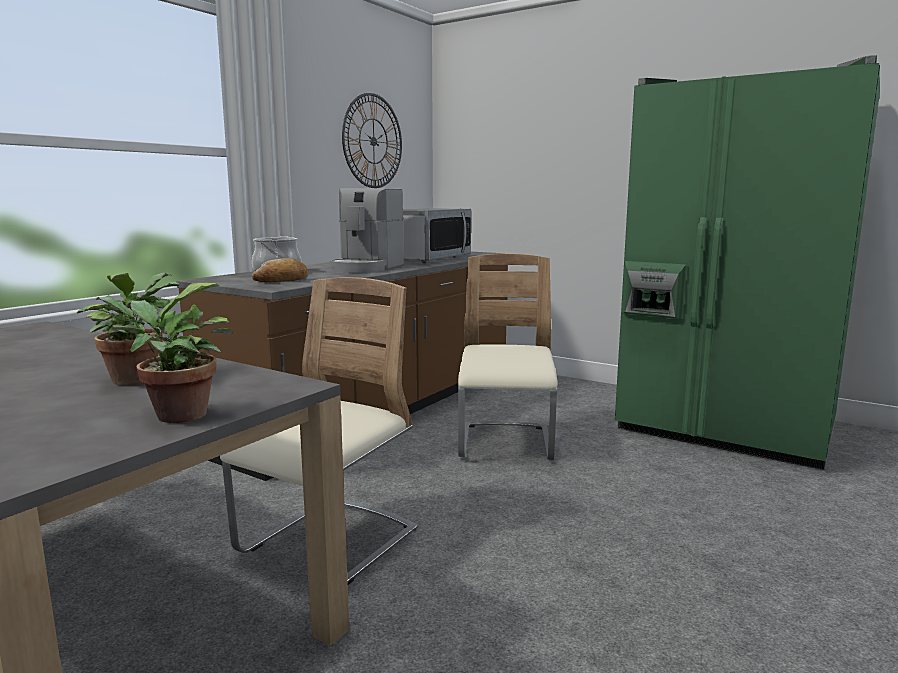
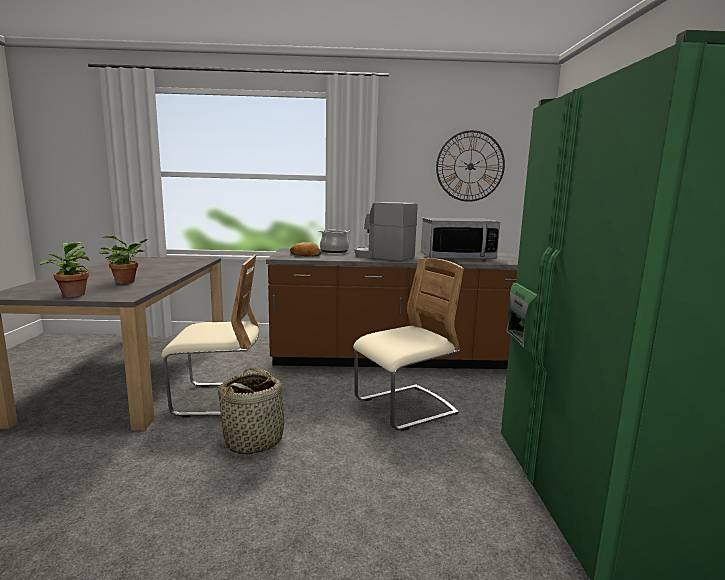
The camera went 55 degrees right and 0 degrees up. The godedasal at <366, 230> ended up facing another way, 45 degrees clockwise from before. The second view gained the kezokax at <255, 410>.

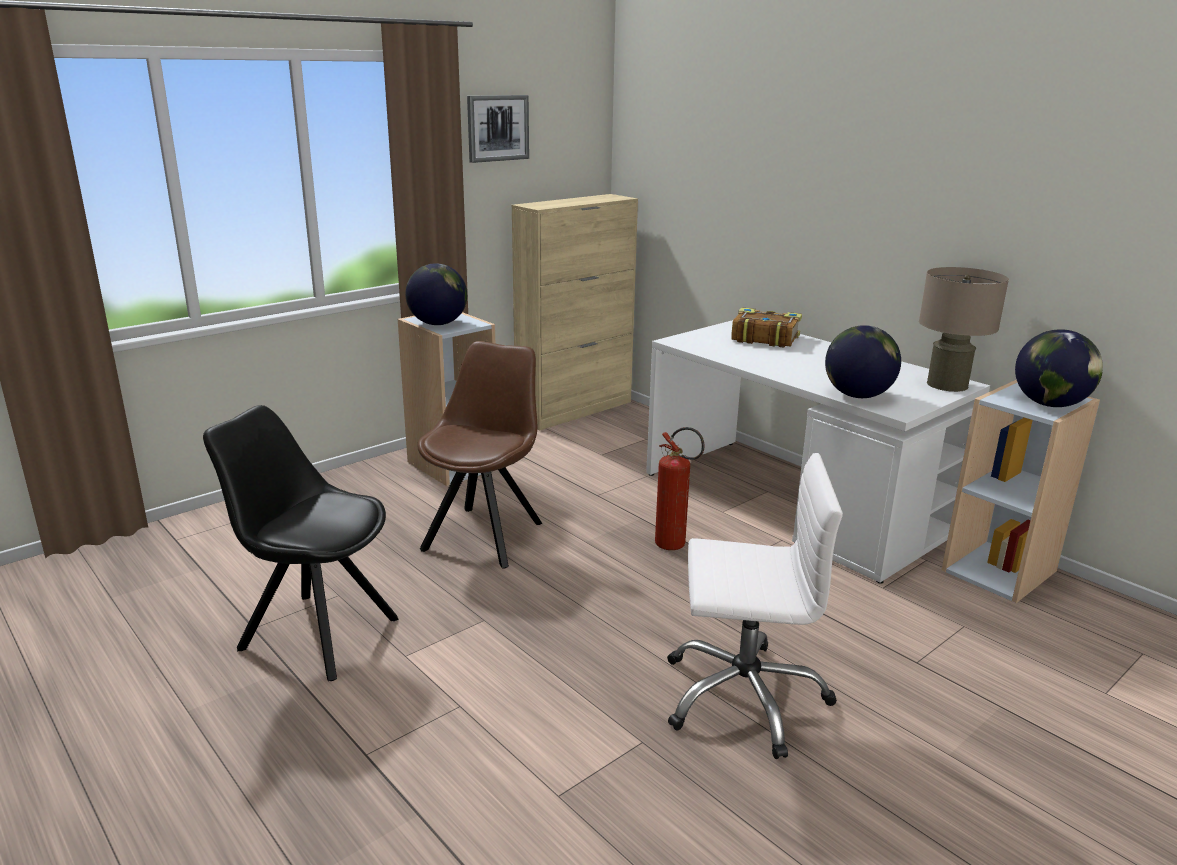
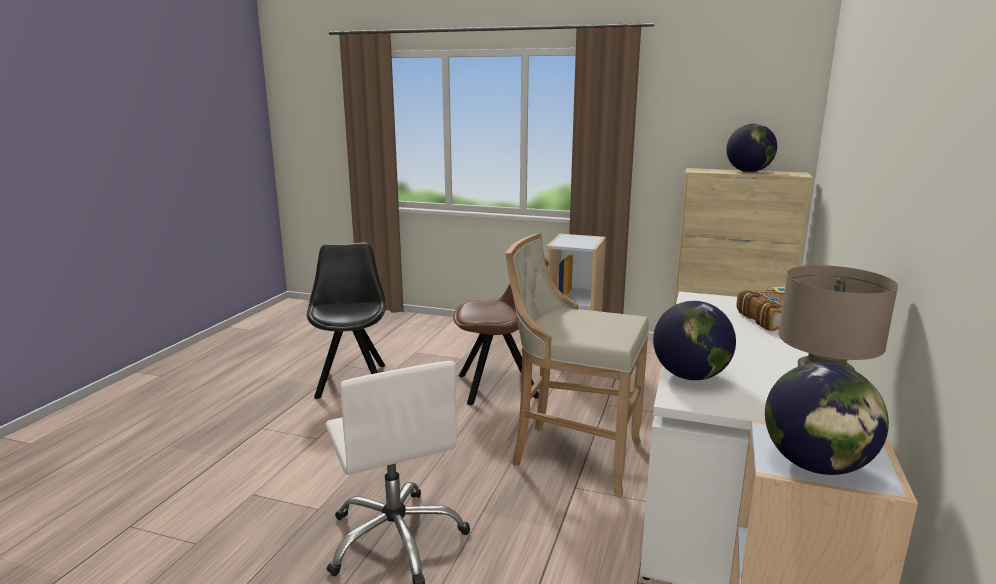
The camera went 60 degrees right and 5 degrees down. The second view lost the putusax at <498, 129>. The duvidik ended up elsewhere, having gone from <436, 294> to <751, 148>. Where the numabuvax stood at <679, 488>, the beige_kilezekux came to stand at <577, 365>.

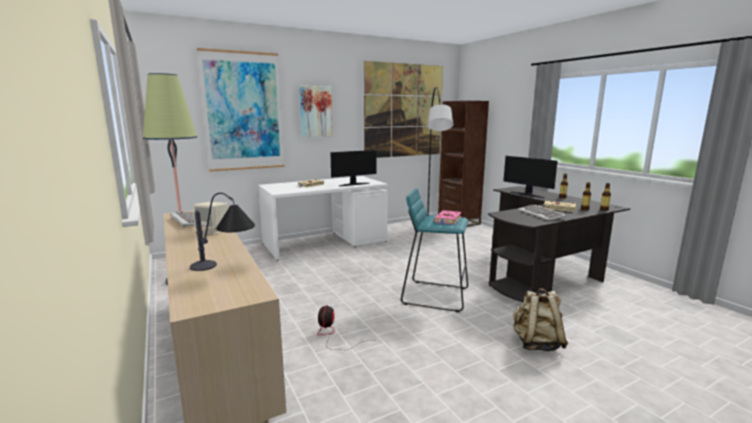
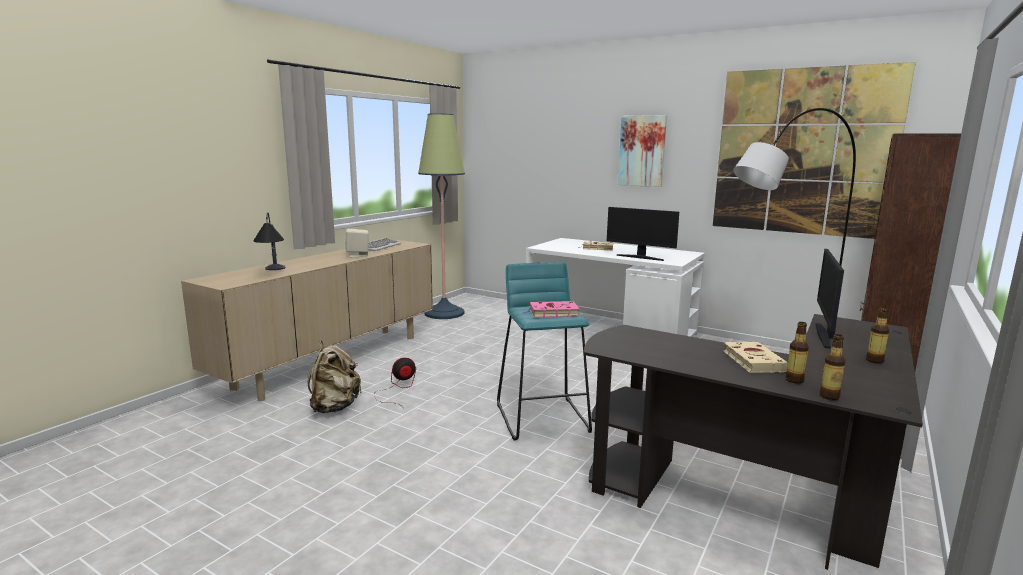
The camera went 60 degrees right and 0 degrees up. The second view lost the putusax at <241, 110>. The second view lost the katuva at <542, 212>. The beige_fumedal ended up elsewhere, having gone from <540, 319> to <334, 377>.

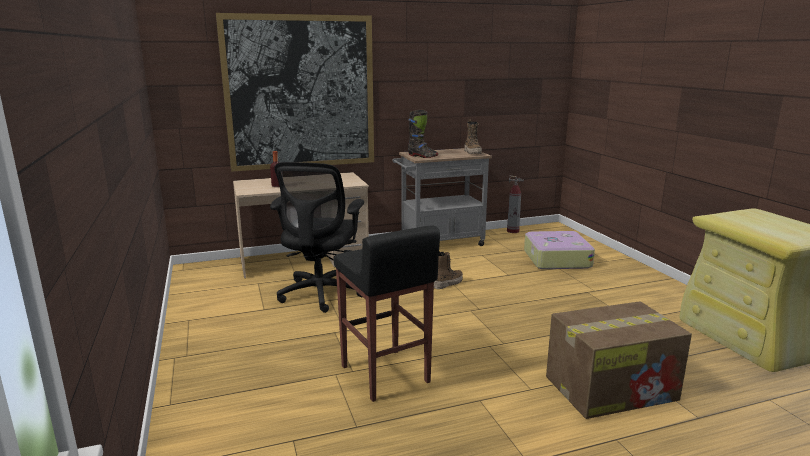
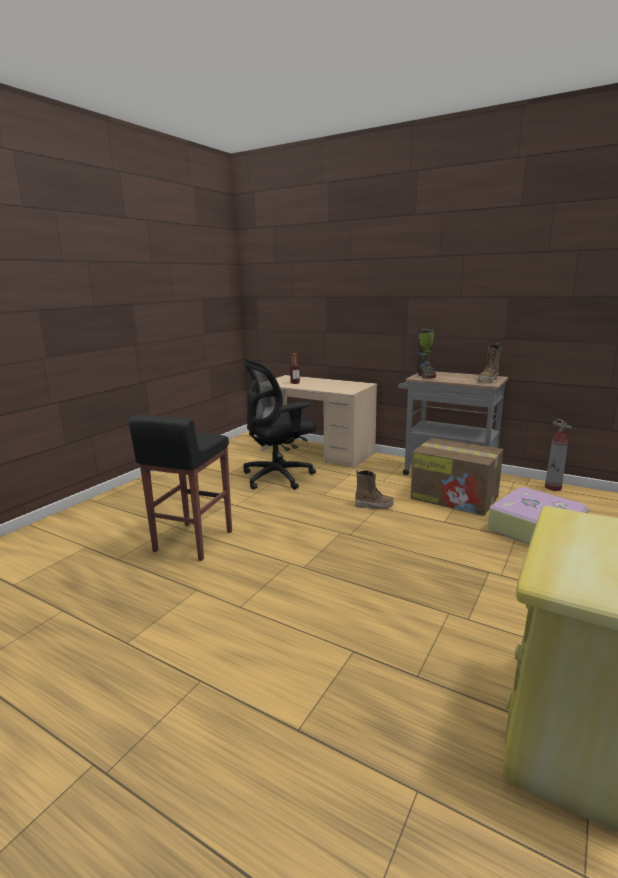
The camera went 50 degrees right and 0 degrees up. The second view lost the putusax at <295, 92>. The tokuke ended up elsewhere, having gone from <619, 360> to <457, 477>.

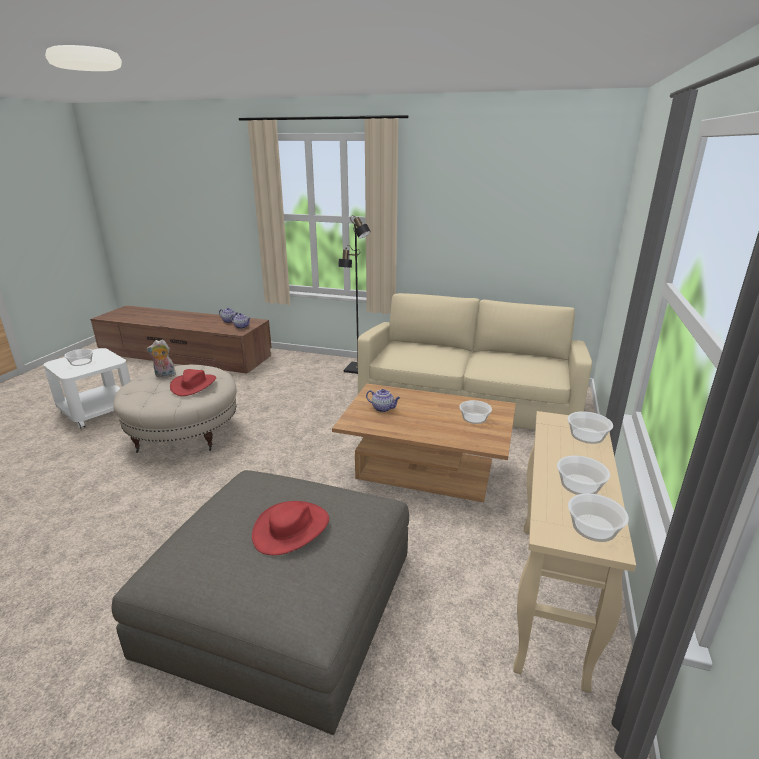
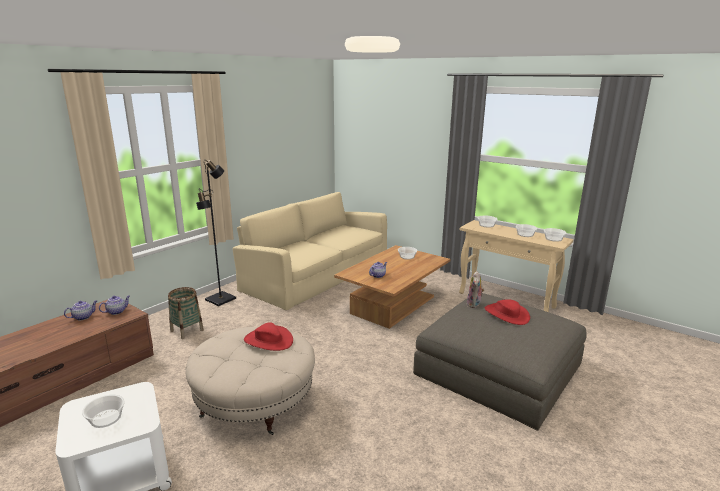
The camera went 70 degrees left and 5 degrees down. The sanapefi ended up elsewhere, having gone from <161, 359> to <475, 289>. The second view gained the kezokax at <186, 313>.

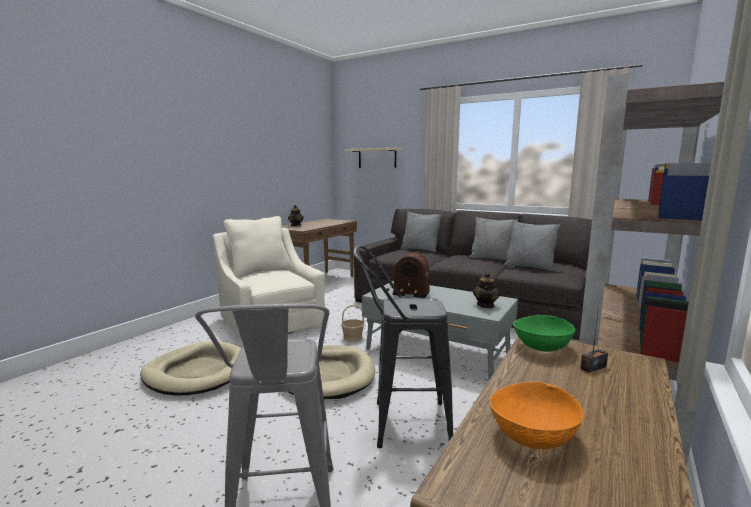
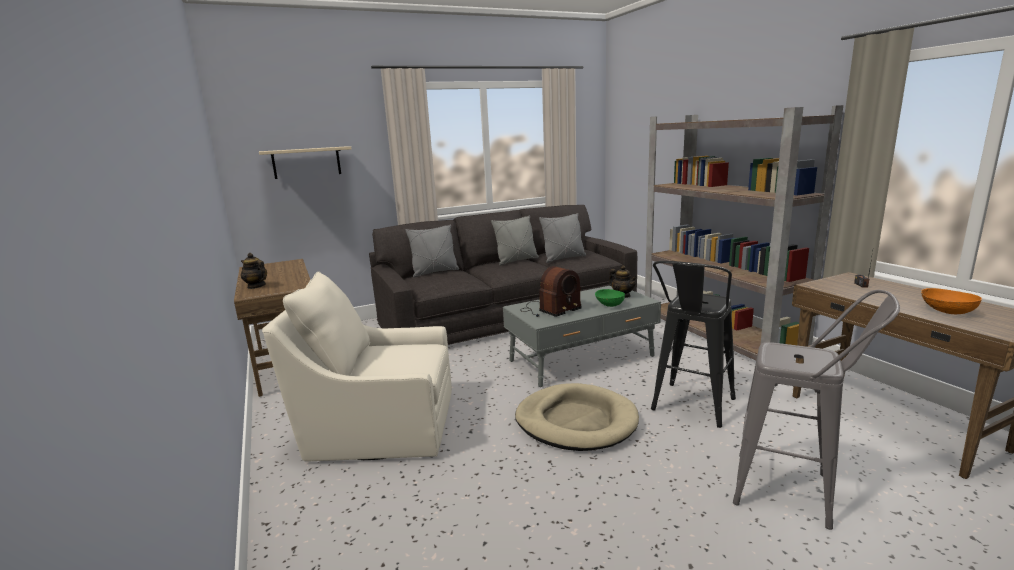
The camera went 55 degrees left and 5 degrees up. The second view lost the kezokax at <353, 323>. The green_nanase ended up elsewhere, having gone from <544, 333> to <610, 298>. The second view lost the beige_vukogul at <190, 368>.

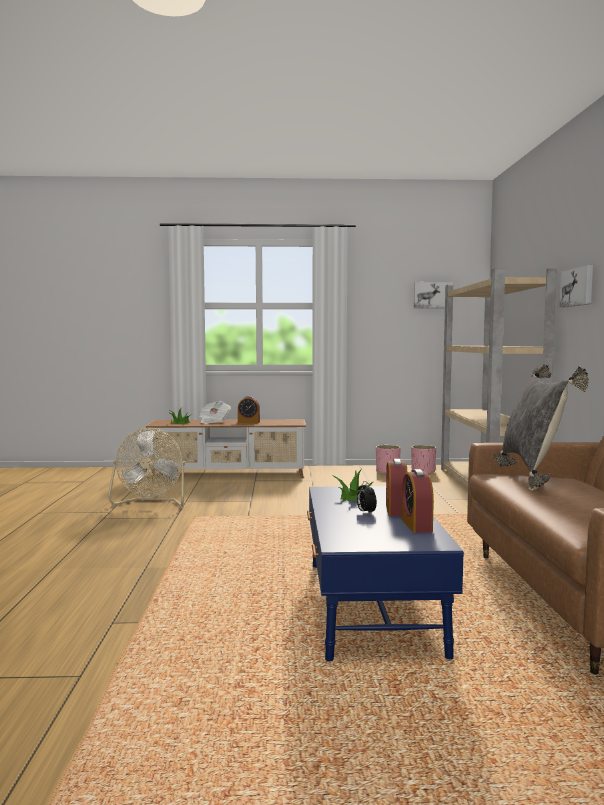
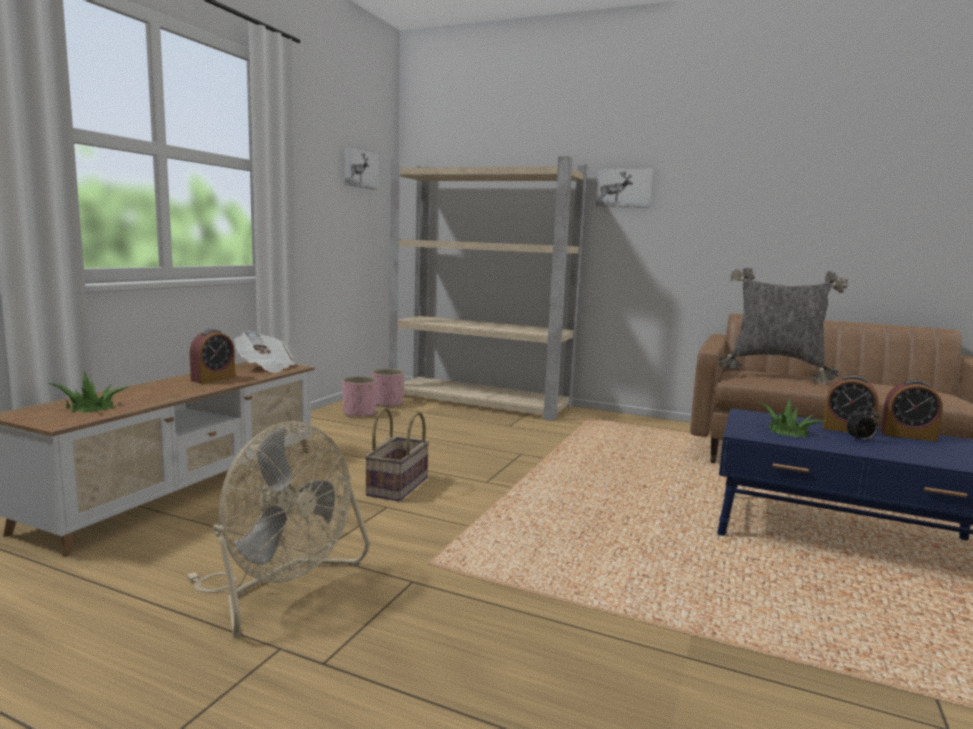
The camera went 65 degrees left and 5 degrees up. The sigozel ended up elsewhere, having gone from <215, 412> to <264, 352>. The second view gained the kezokax at <397, 454>.

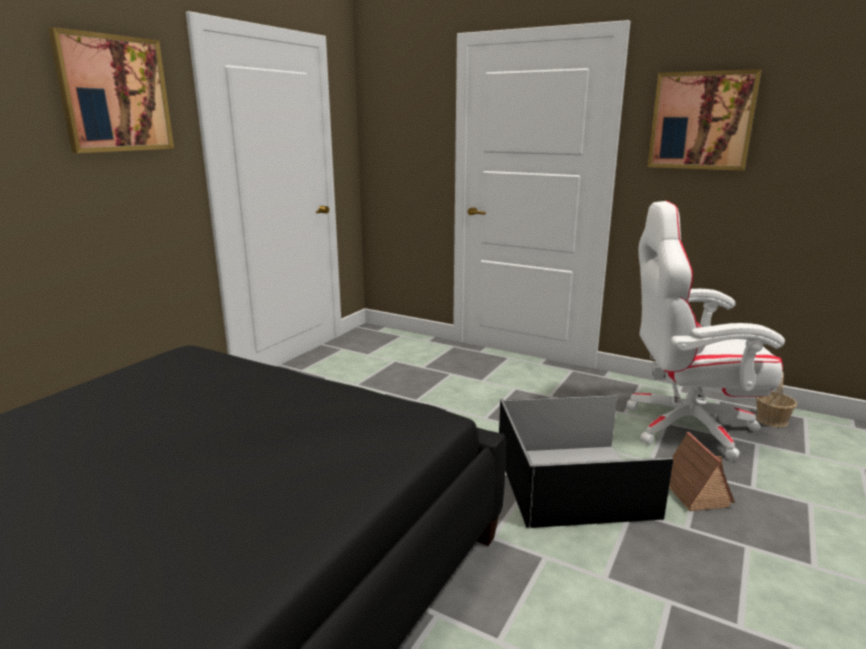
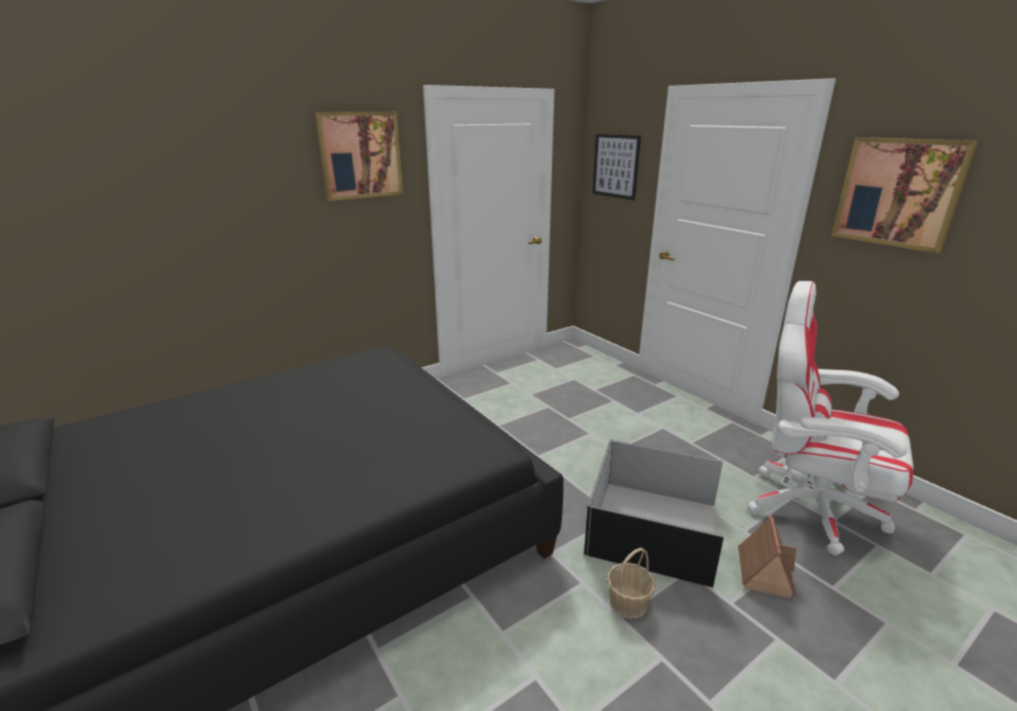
The camera went 25 degrees right and 5 degrees up. The kezokax ended up elsewhere, having gone from <776, 399> to <631, 583>. The second view gained the putusax at <616, 167>.

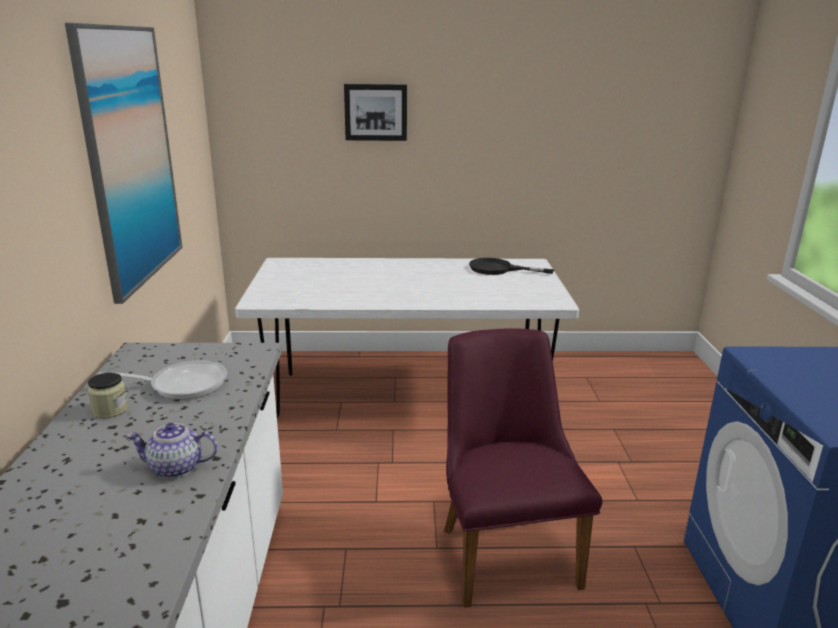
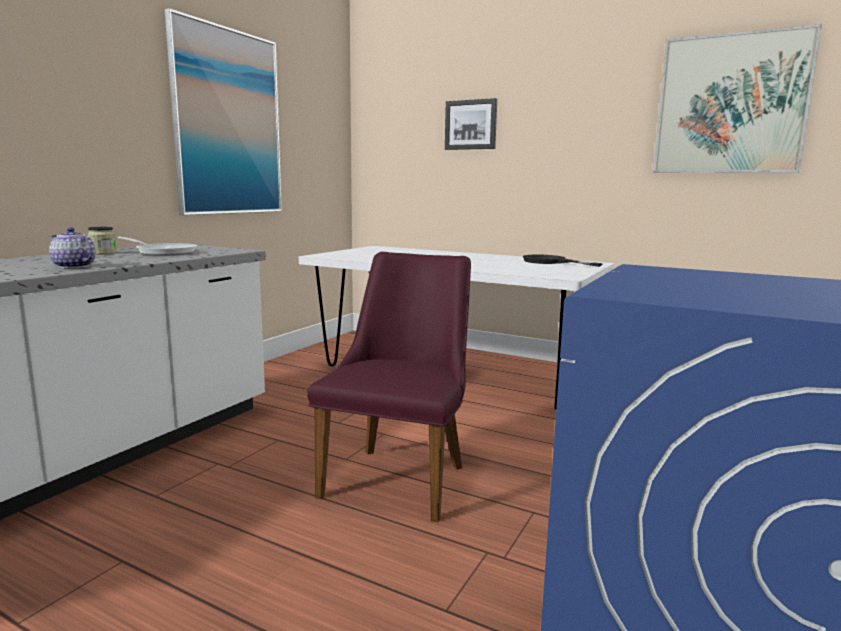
The camera went 30 degrees right and 10 degrees down. The second view gained the putusax at <737, 98>.

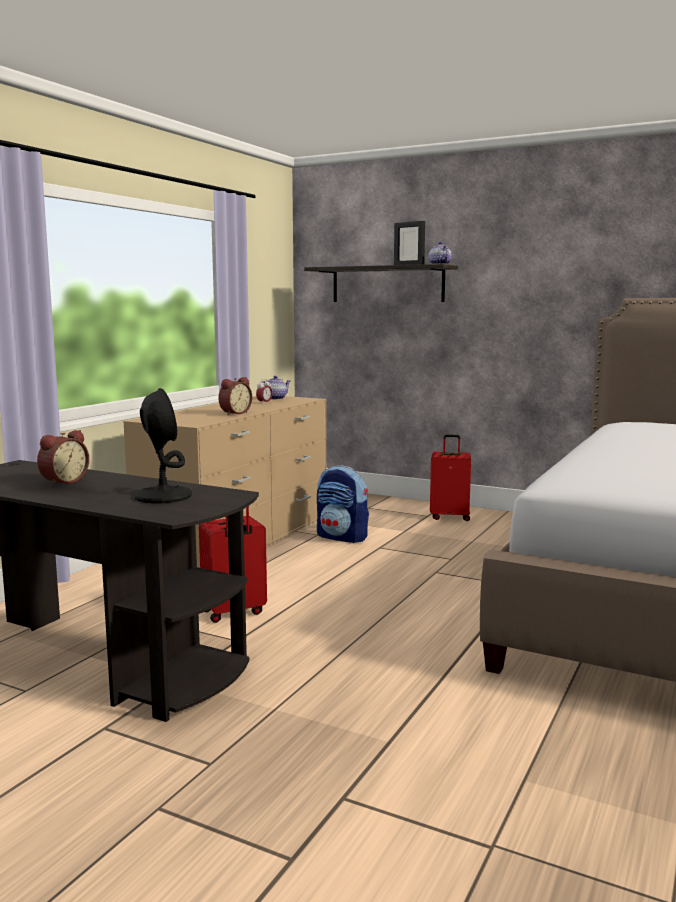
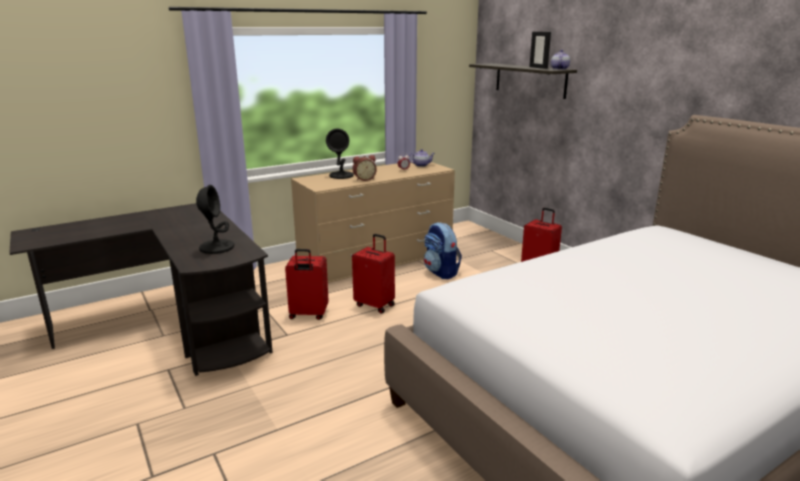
The camera went 30 degrees right and 10 degrees up. The second view lost the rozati at <63, 458>. The second view gained the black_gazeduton at <340, 154>. The second view gained the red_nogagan at <373, 274>.

